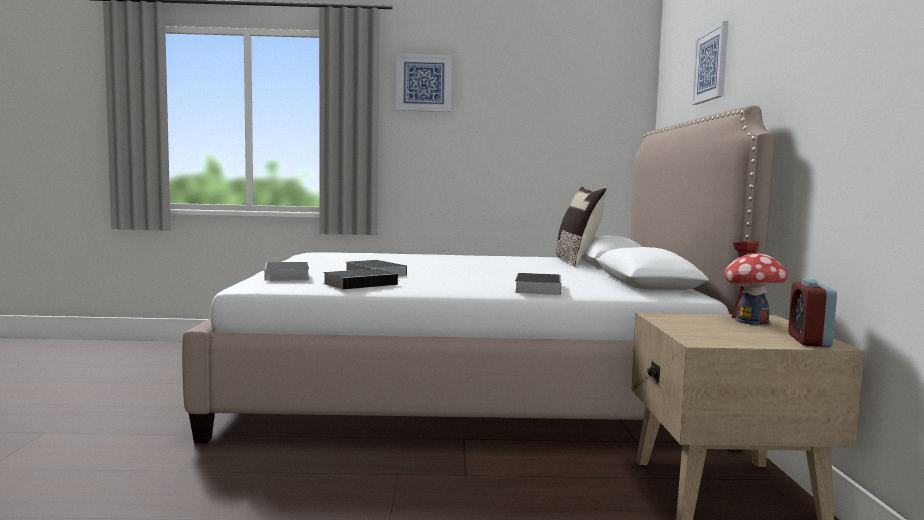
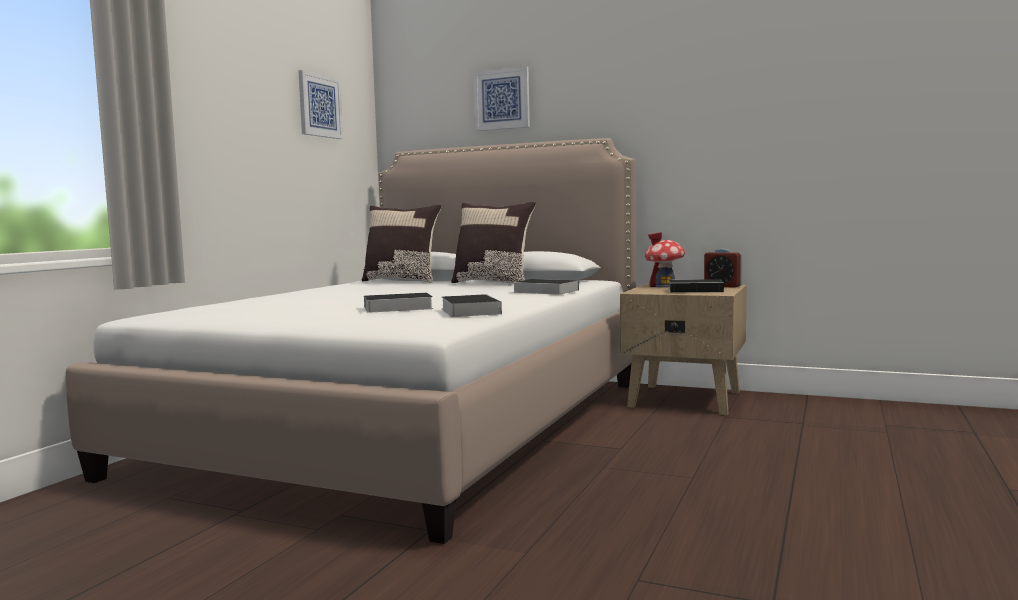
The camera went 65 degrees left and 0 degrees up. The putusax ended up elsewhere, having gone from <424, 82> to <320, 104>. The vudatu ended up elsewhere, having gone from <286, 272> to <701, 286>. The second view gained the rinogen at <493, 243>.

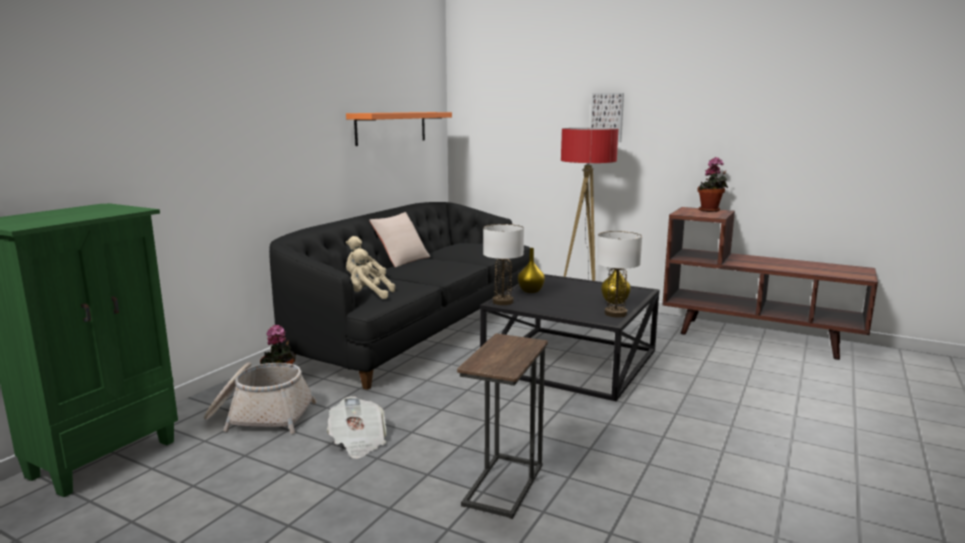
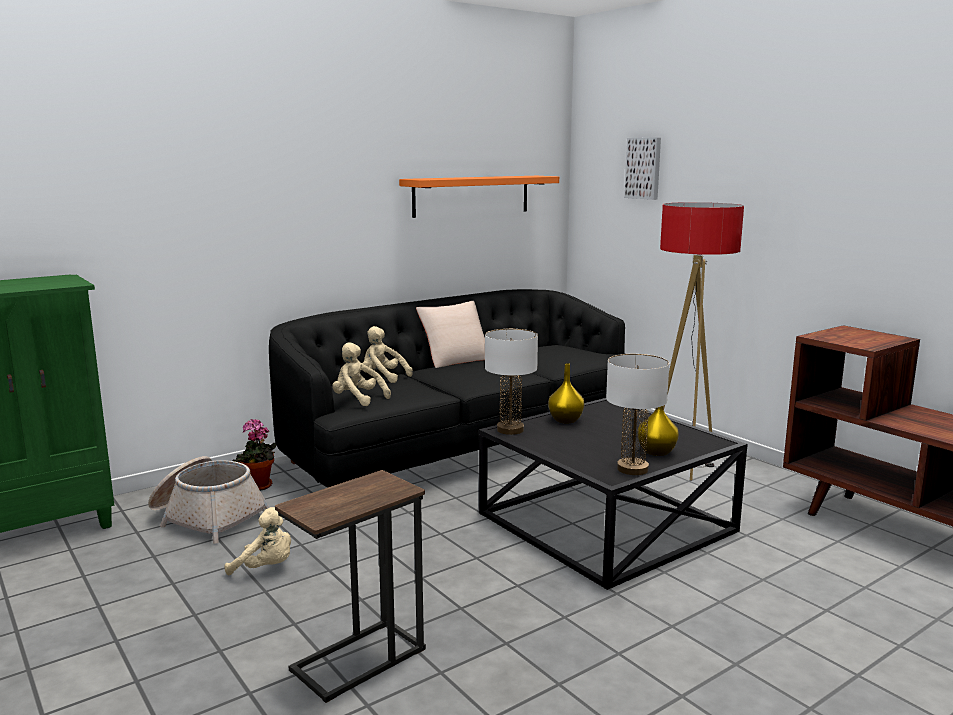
The camera went 25 degrees right and 0 degrees up. The putusax ended up elsewhere, having gone from <607, 117> to <642, 168>. The second view lost the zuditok at <713, 184>. Where the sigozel stood at <357, 427>, the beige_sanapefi came to stand at <258, 541>.

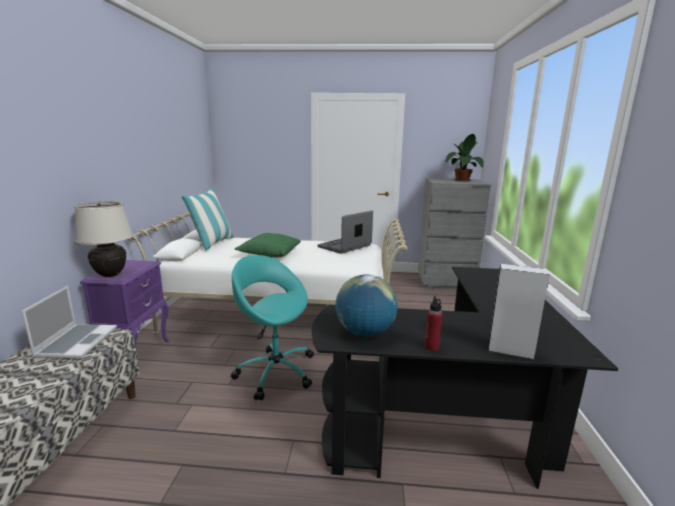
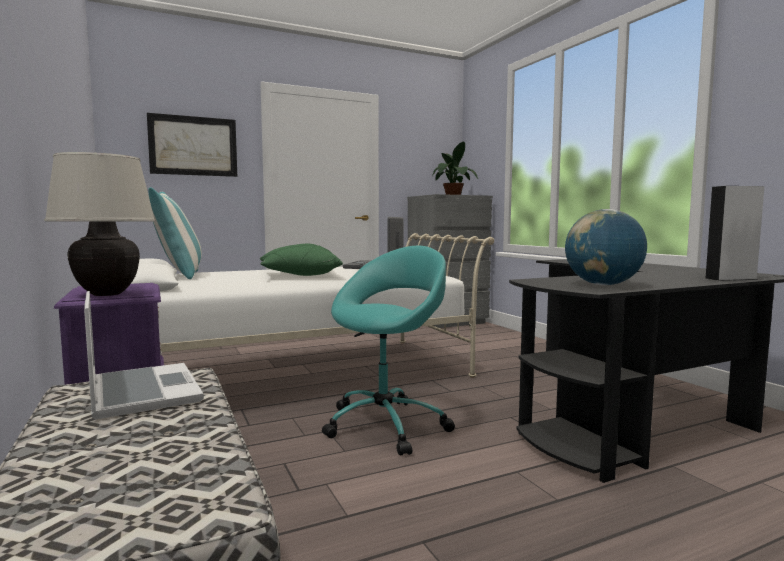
The camera went 30 degrees left and 10 degrees down. The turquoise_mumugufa at <272, 327> ended up facing another way, 150 degrees clockwise from before. The second view lost the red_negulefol at <434, 323>. The second view gained the putusax at <192, 145>.

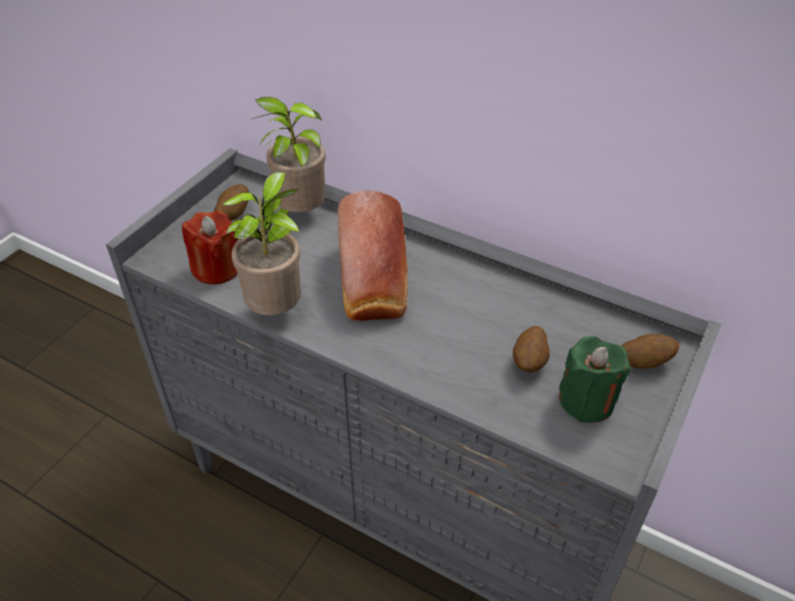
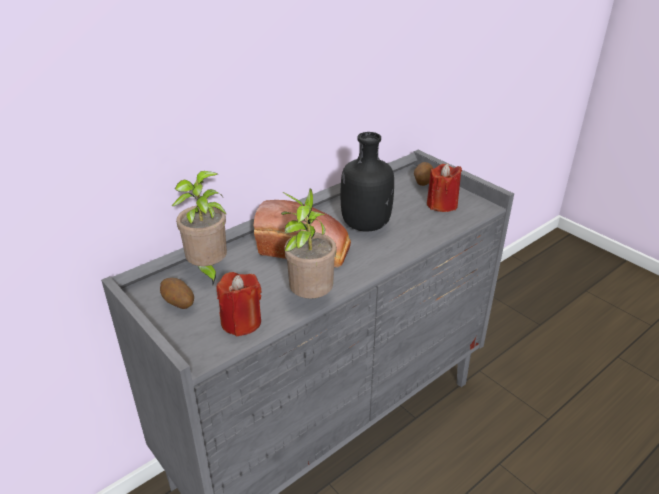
The camera went 70 degrees left and 10 degrees down. The second view lost the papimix at <531, 349>. What was the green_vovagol at <594, 379> turned into the red_vovagol at <444, 187>. The second view gained the black_negulefol at <367, 182>.

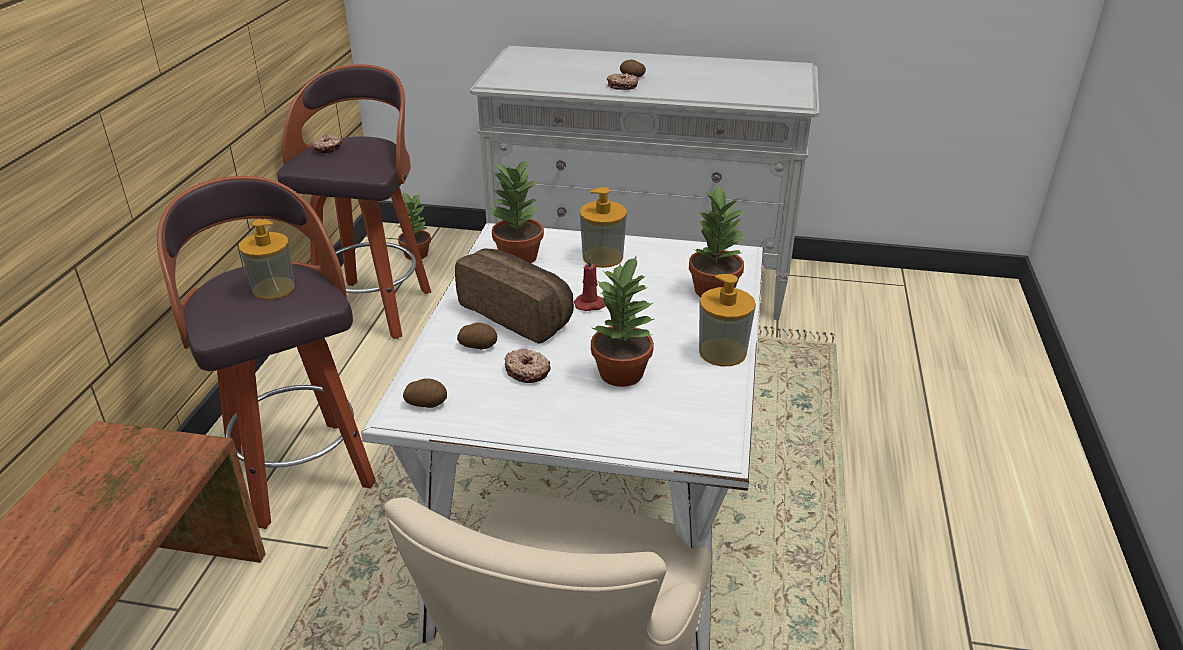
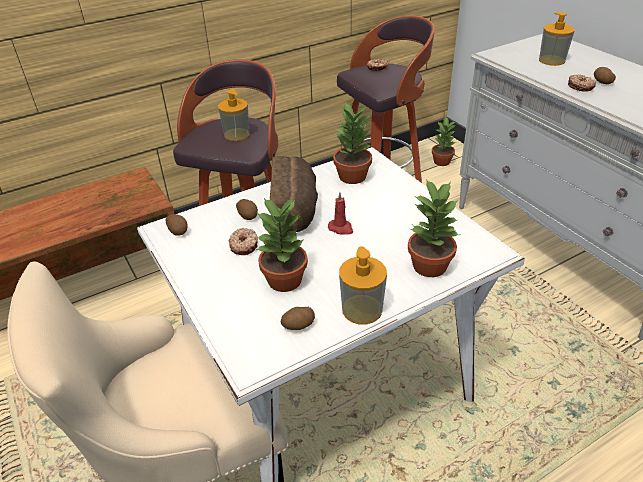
The camera went 50 degrees right and 5 degrees up. The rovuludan ended up elsewhere, having gone from <603, 227> to <557, 39>. The second view gained the papimix at <298, 318>.

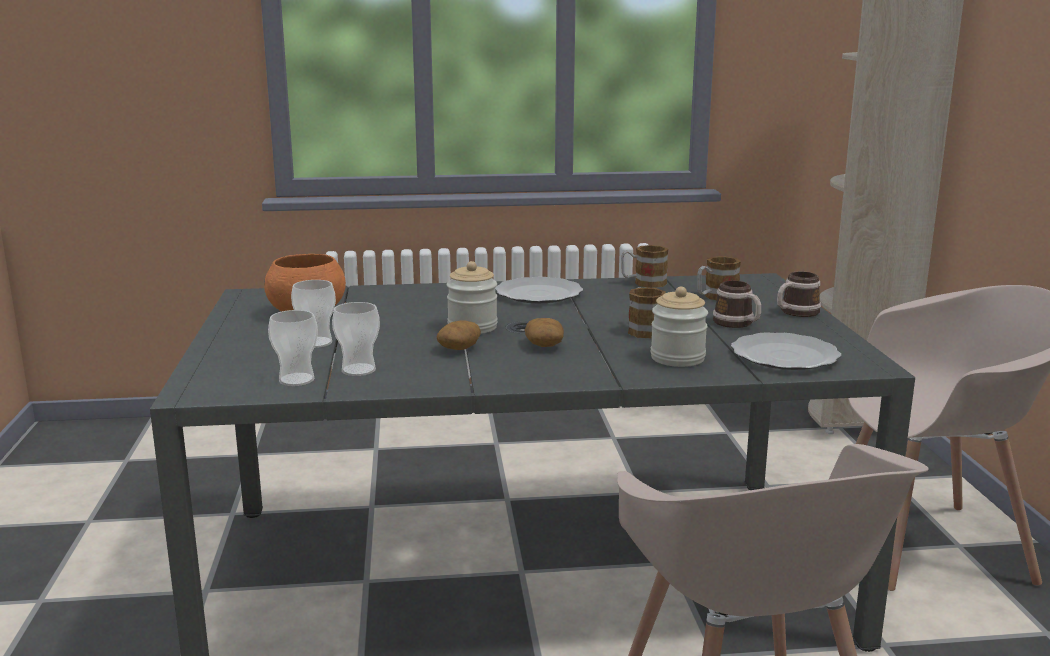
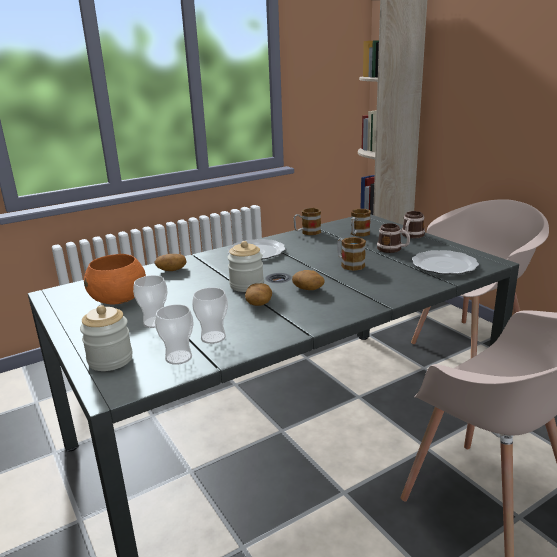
The camera went 25 degrees left and 5 degrees up. The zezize ended up elsewhere, having gone from <679, 327> to <106, 338>. The second view gained the papimix at <171, 262>.

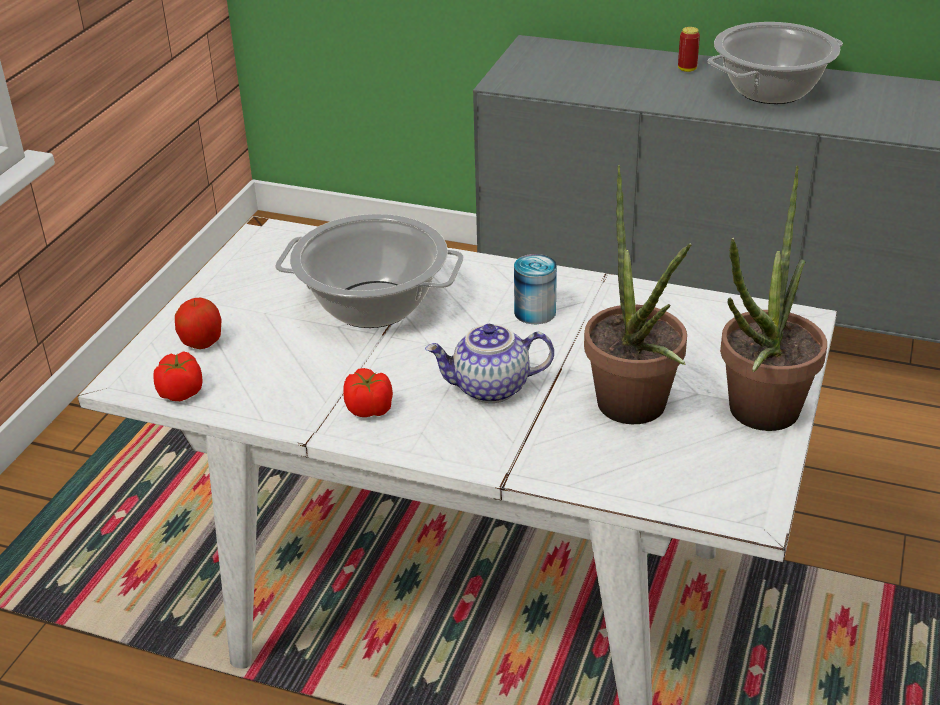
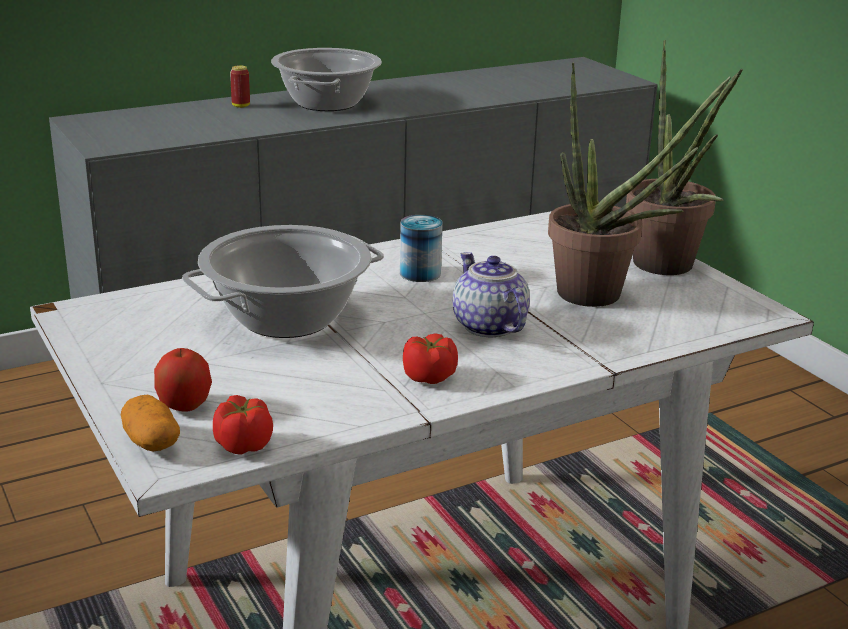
The camera went 50 degrees left and 10 degrees down. The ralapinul at <489, 363> ended up facing another way, 120 degrees clockwise from before. The second view gained the papimix at <150, 423>.

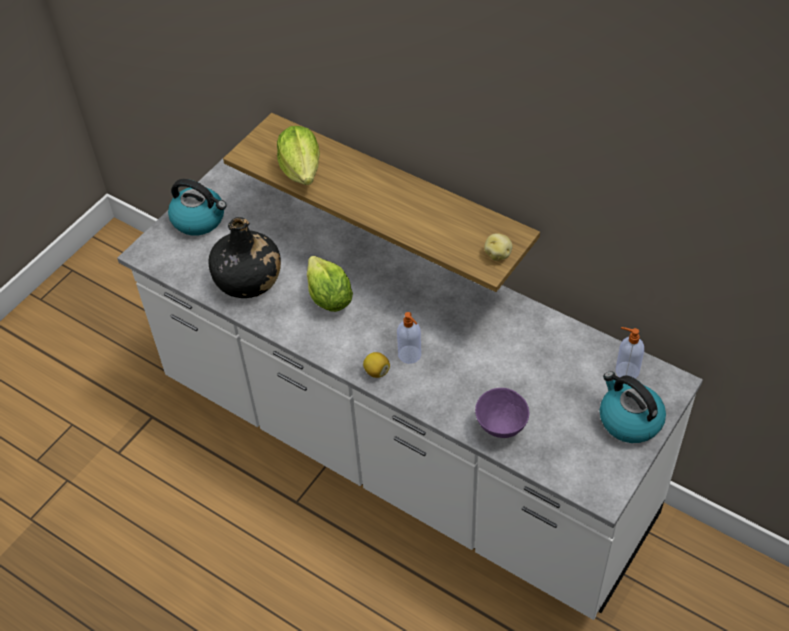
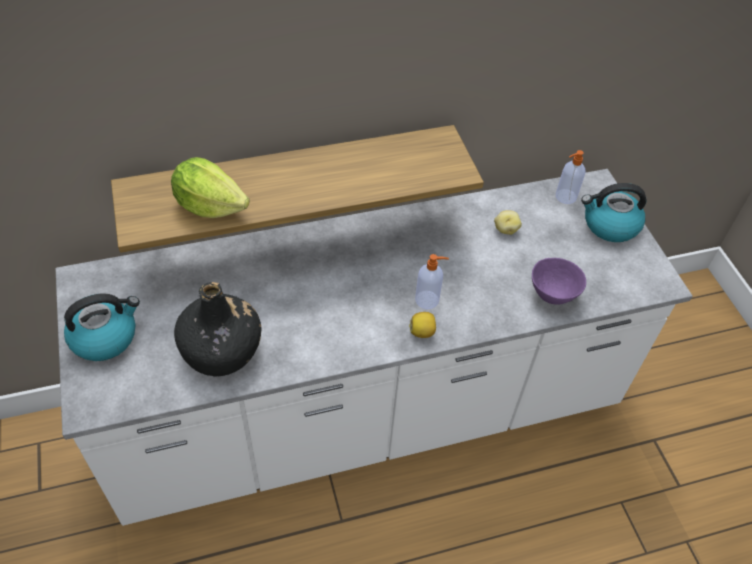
The camera went 55 degrees left and 0 degrees up. The papimix ended up elsewhere, having gone from <498, 247> to <508, 222>. The second view lost the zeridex at <330, 284>.

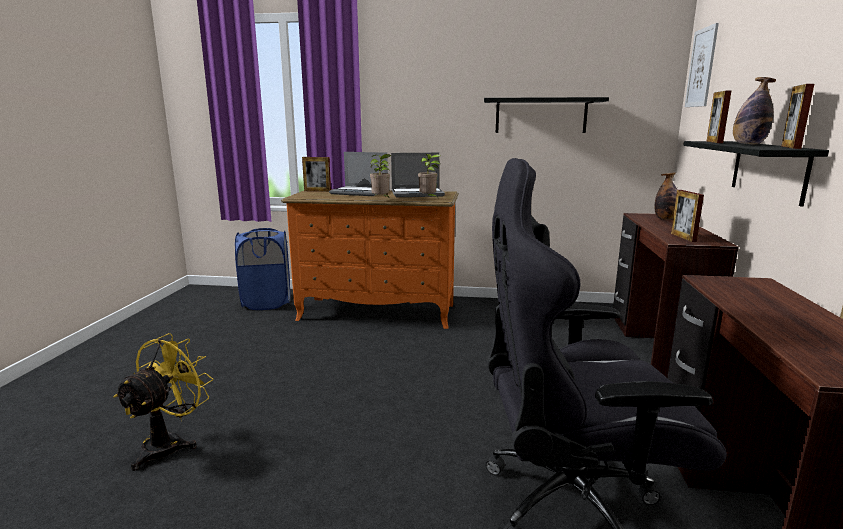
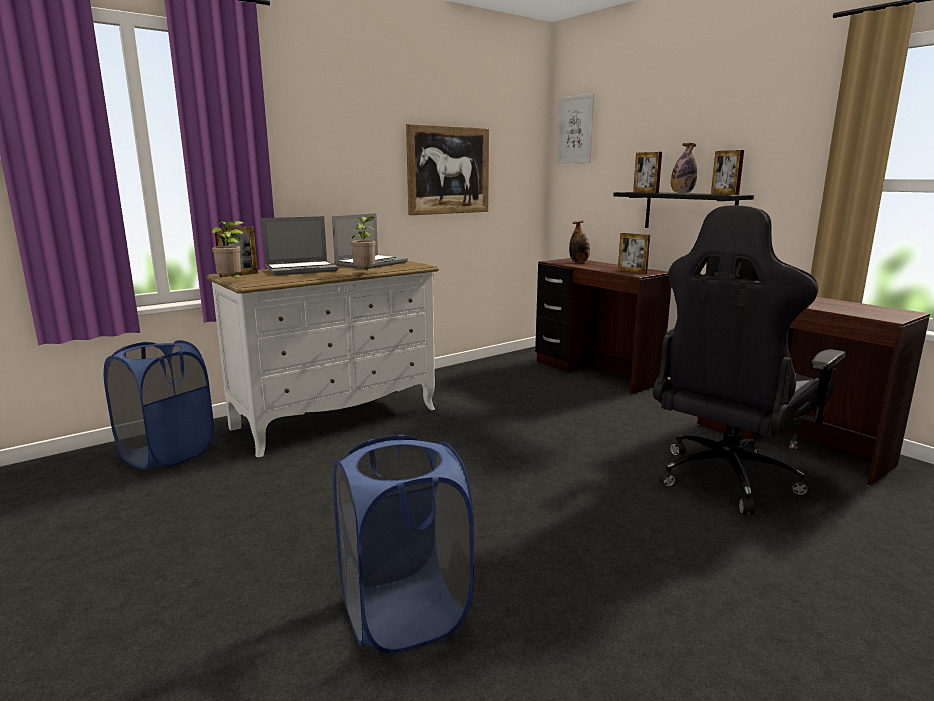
The camera went 45 degrees left and 0 degrees up. Where the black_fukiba hung at <546, 115>, the putusax came to hang at <447, 169>. The zuditok ended up elsewhere, having gone from <429, 176> to <230, 251>. What was the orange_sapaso at <370, 259> turned into the white_sapaso at <322, 359>. Where the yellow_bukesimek stood at <163, 402>, the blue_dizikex came to stand at <403, 544>.

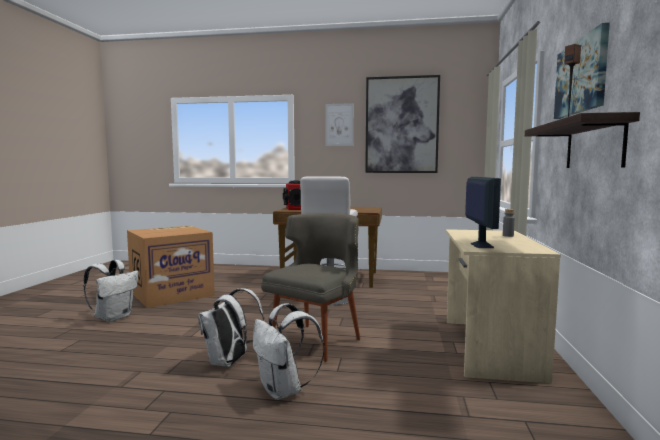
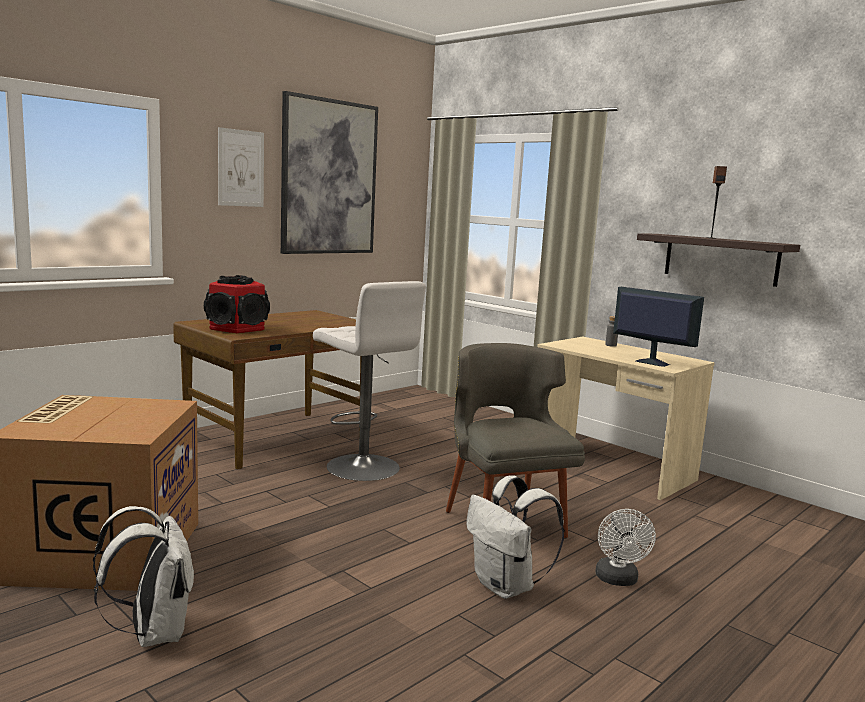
The camera went 55 degrees left and 5 degrees up. The second view lost the putusax at <582, 71>. Where the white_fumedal stood at <289, 351>, the white_bukesimek came to stand at <625, 547>.

